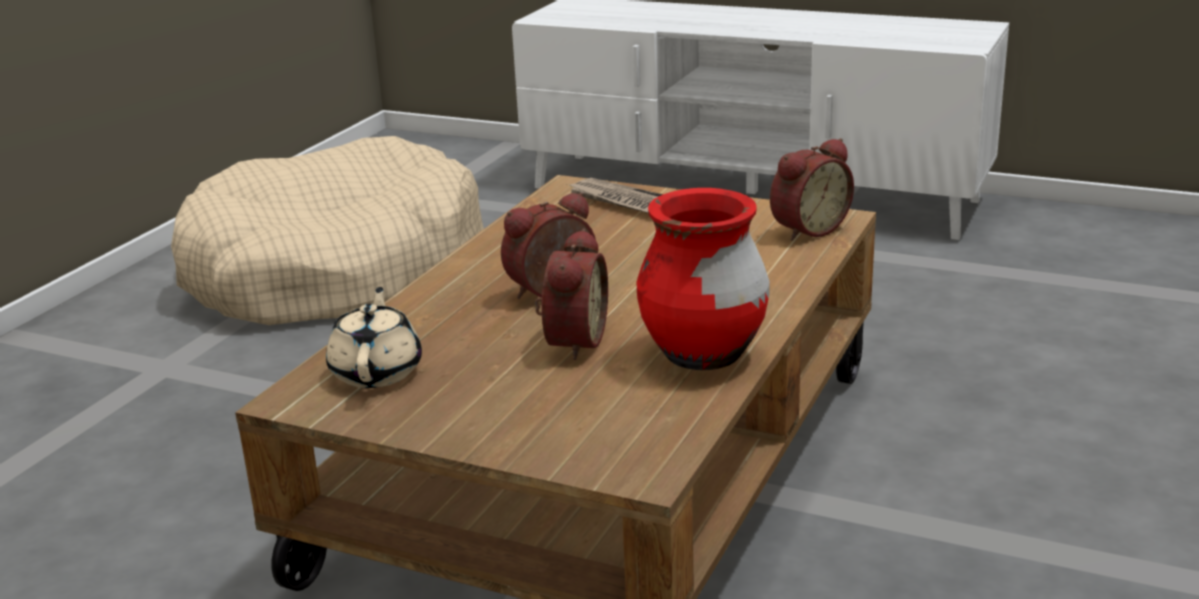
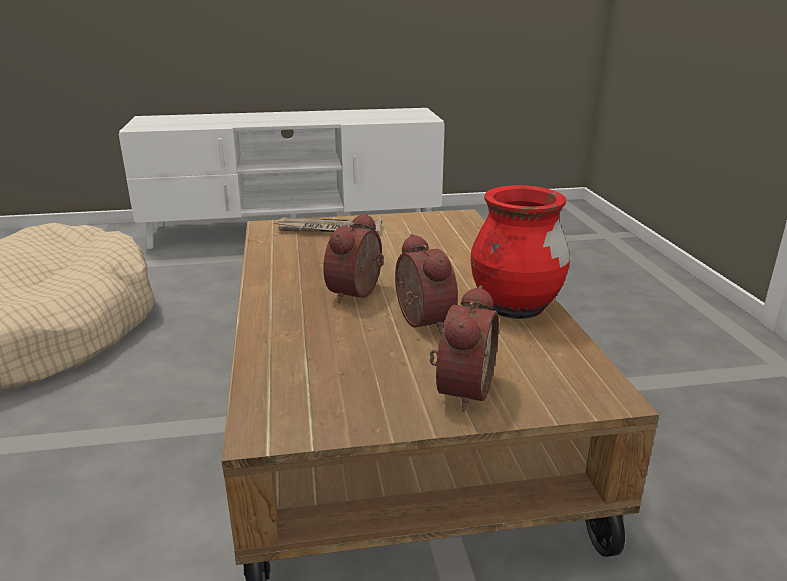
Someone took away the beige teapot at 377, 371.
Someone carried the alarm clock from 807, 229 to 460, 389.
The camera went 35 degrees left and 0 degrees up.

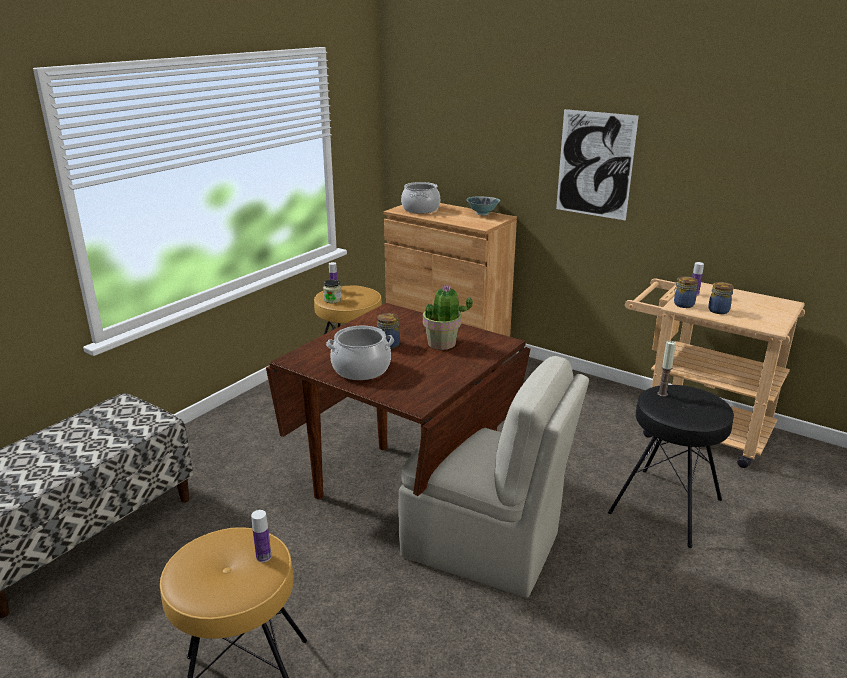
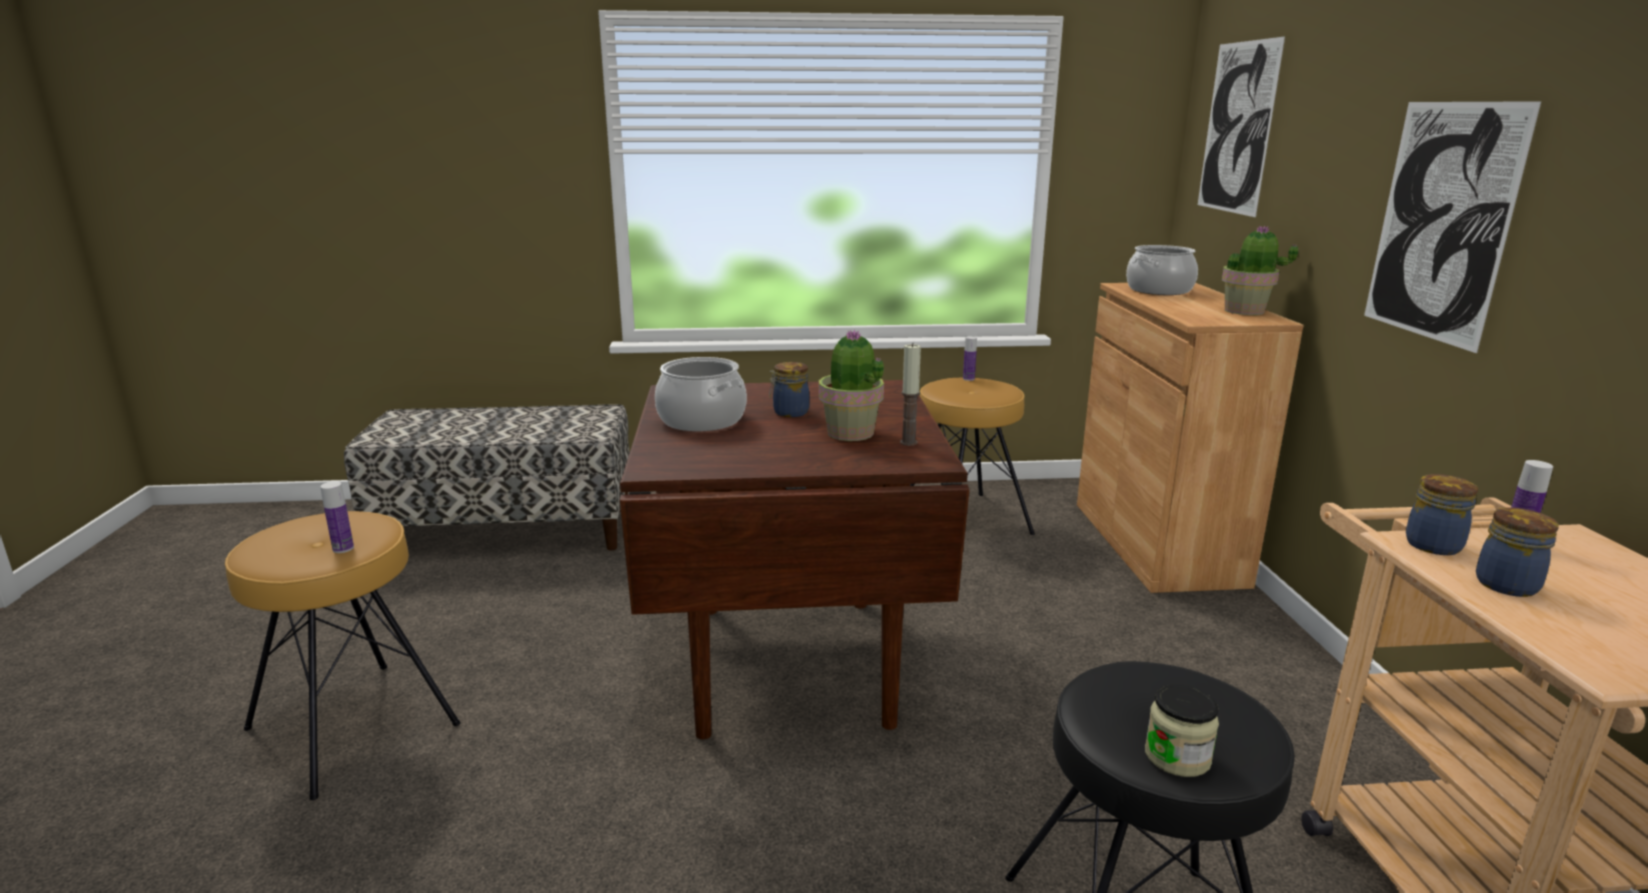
Someone took away the beige chair at 485, 546.
Someone put up the picture at 1237, 128.
Someone carried the jar from 332, 300 to 1177, 757.
Someone carried the candle from 662, 394 to 908, 442.
Someone swapped the bowl at 482, 214 for the potted plant at 1245, 311.
The camera went 50 degrees right and 5 degrees down.

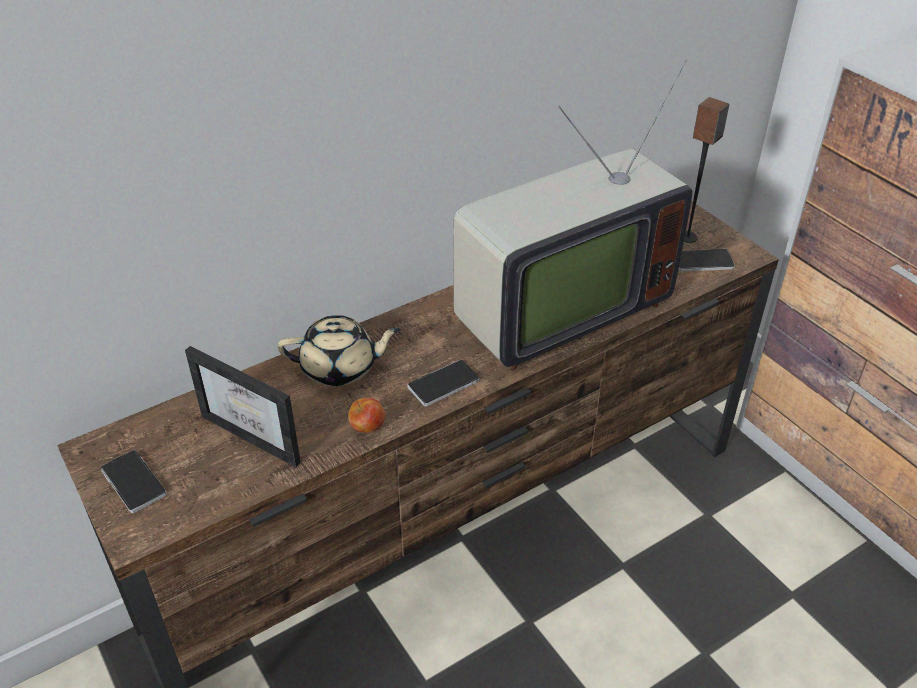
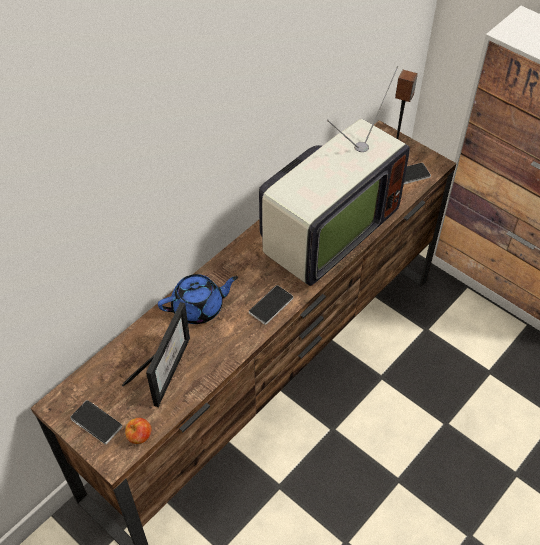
Someone carried the apple from 367, 428 to 140, 437.
Someone repainted the beige teapot at 340, 368, which became the blue teapot at 199, 308.
Someone rotated the picture frame at 260, 432 by 90 degrees counterclockwise.
The camera went 15 degrees left and 10 degrees up.

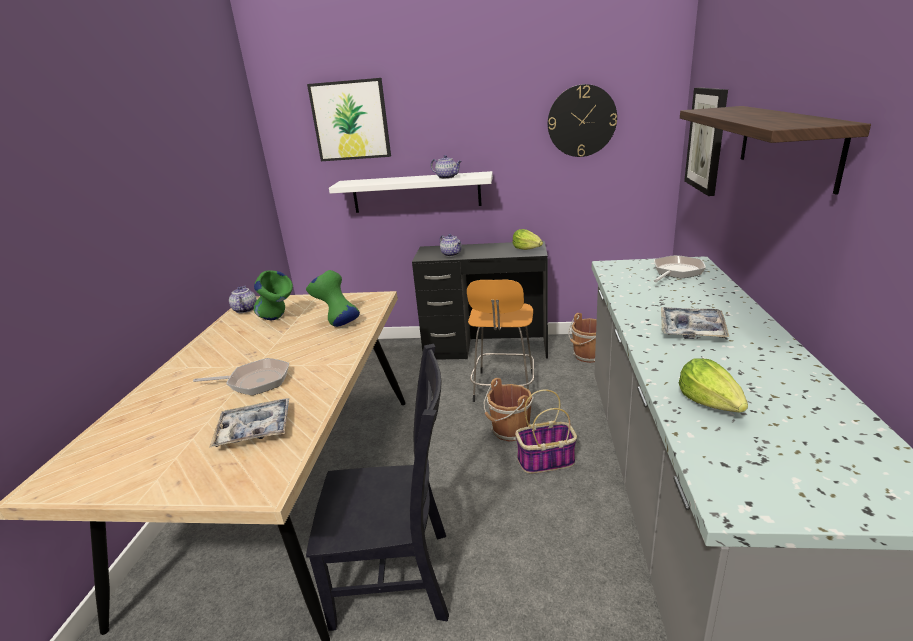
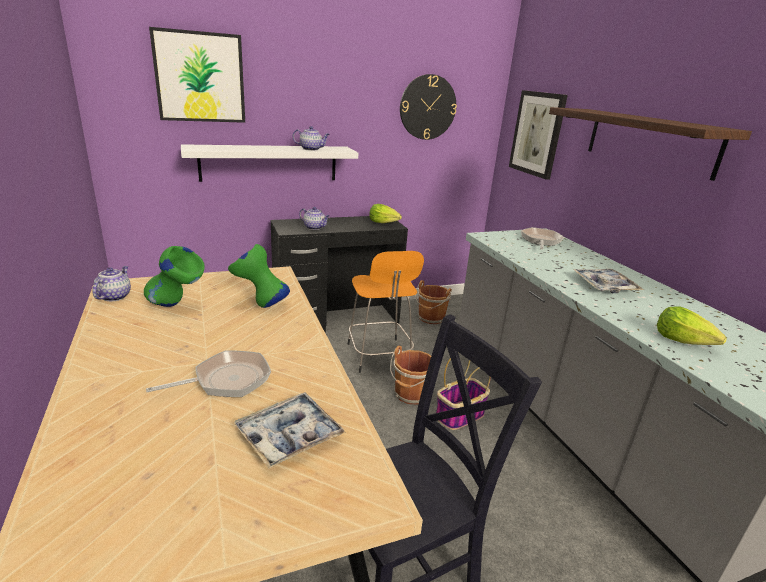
Someone rotated the teapot at 245, 309 by 45 degrees clockwise.
The camera went 30 degrees left and 0 degrees up.

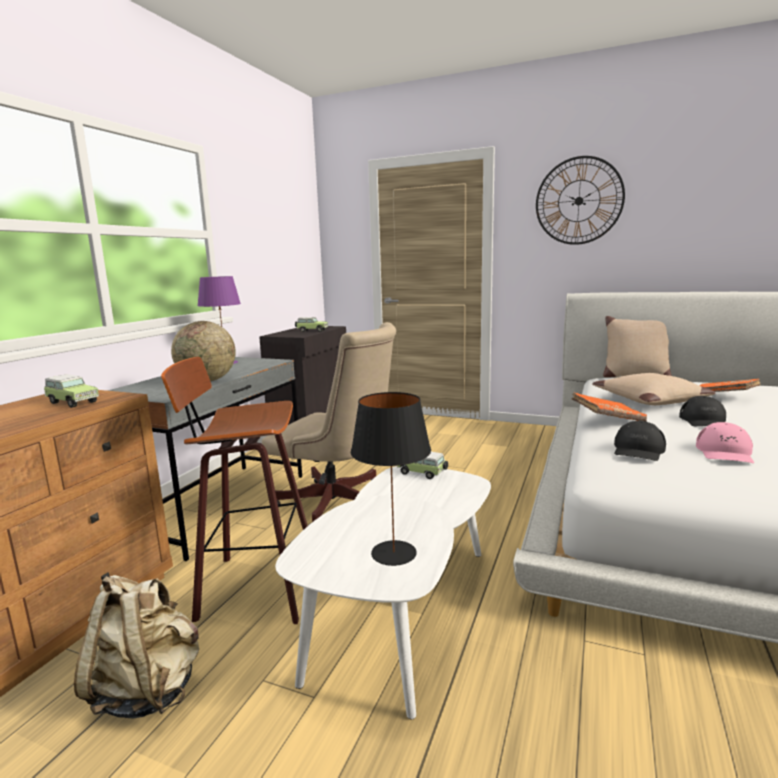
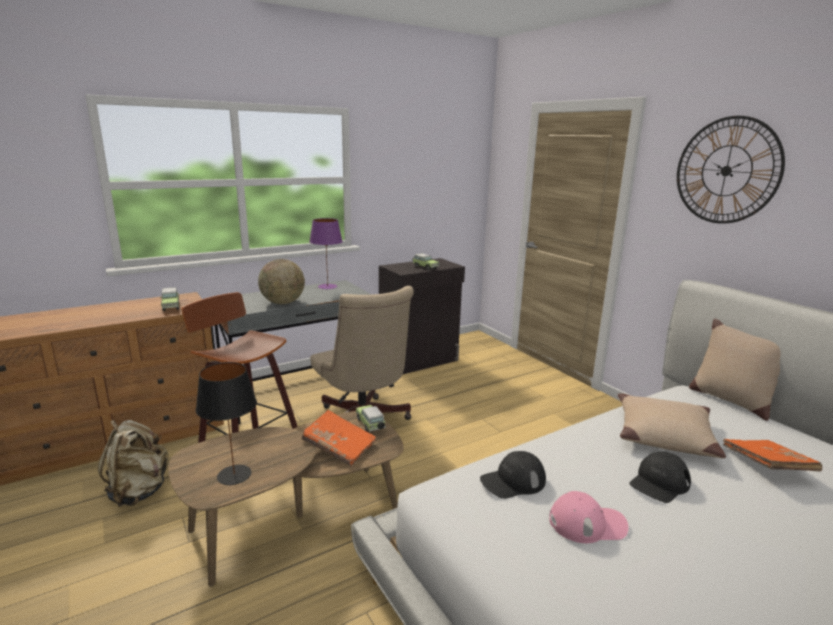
Someone carried the orange book from 607, 418 to 339, 447.
Someone repainted the white coffee table at 402, 608, which became the brown coffee table at 297, 518.
Someone rotated the pink cap at 725, 452 by 150 degrees counterclockwise.
The camera went 35 degrees right and 5 degrees up.

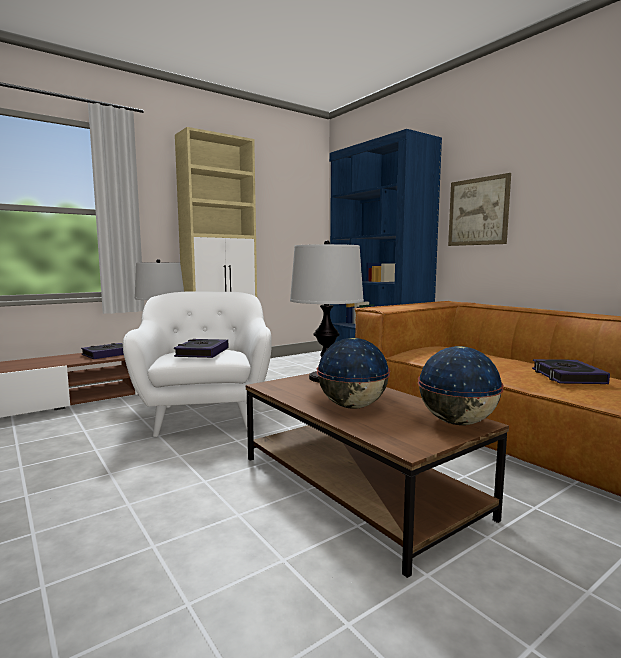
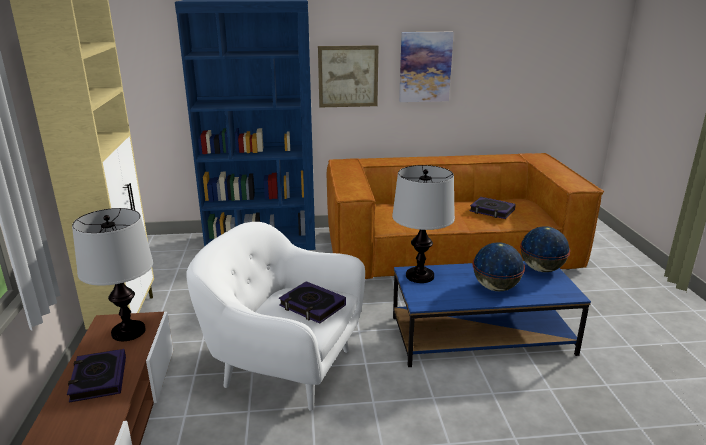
Someone put up the picture at 425, 67.
Someone repainted the brown coffee table at 358, 485, which became the blue coffee table at 480, 335.
The camera went 60 degrees left and 15 degrees up.

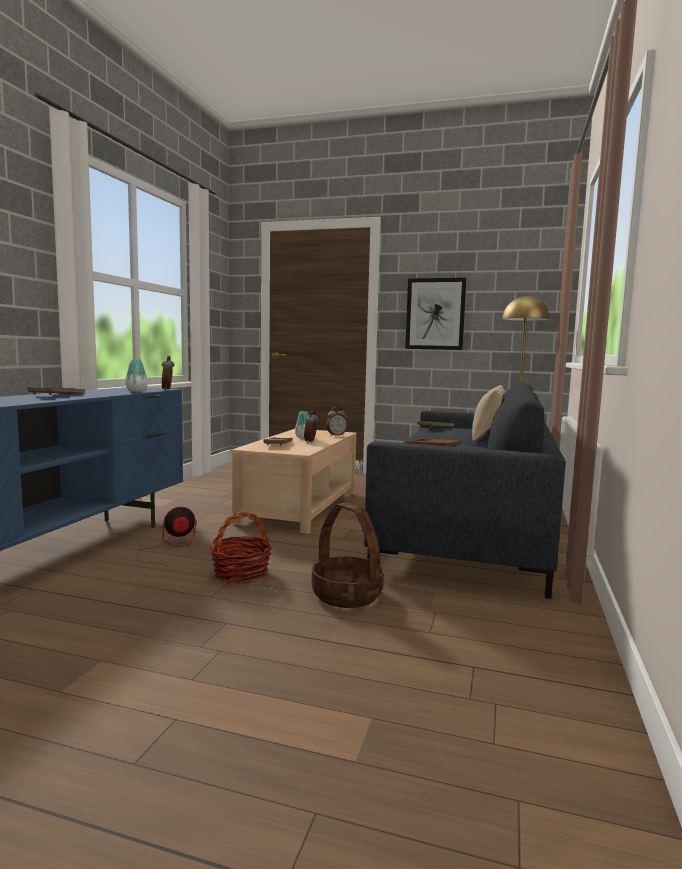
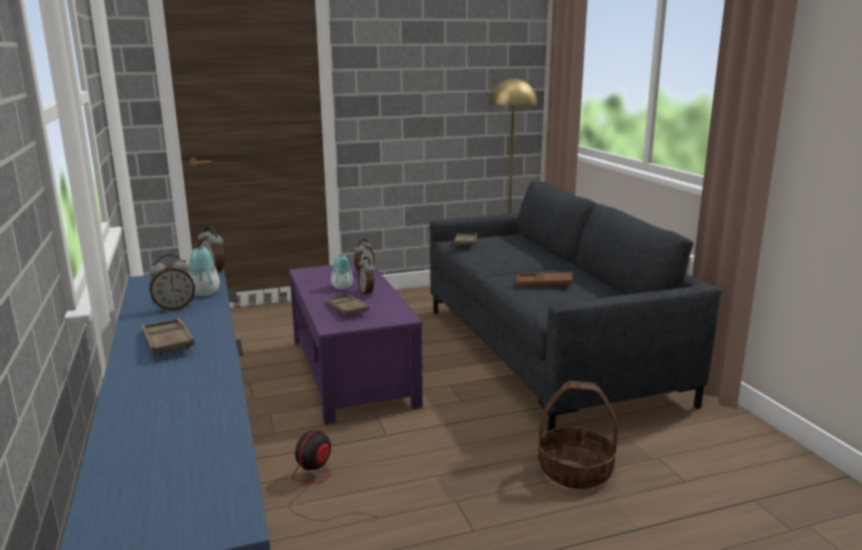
Someone took away the basket at 241, 573.
Someone took away the picture at 435, 314.
Someone took away the beige pillow at 487, 434.
Someone put down the alarm clock at 174, 308.
Someone repainted the beige coffee table at 301, 508, which became the purple coffee table at 354, 372.
The camera went 35 degrees left and 10 degrees up.

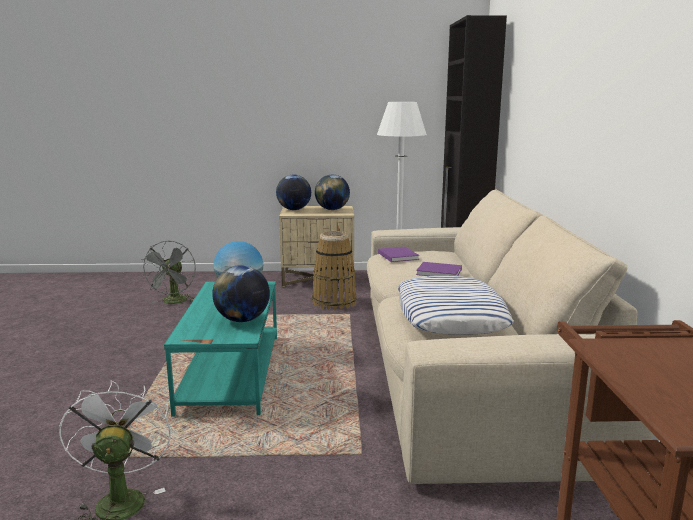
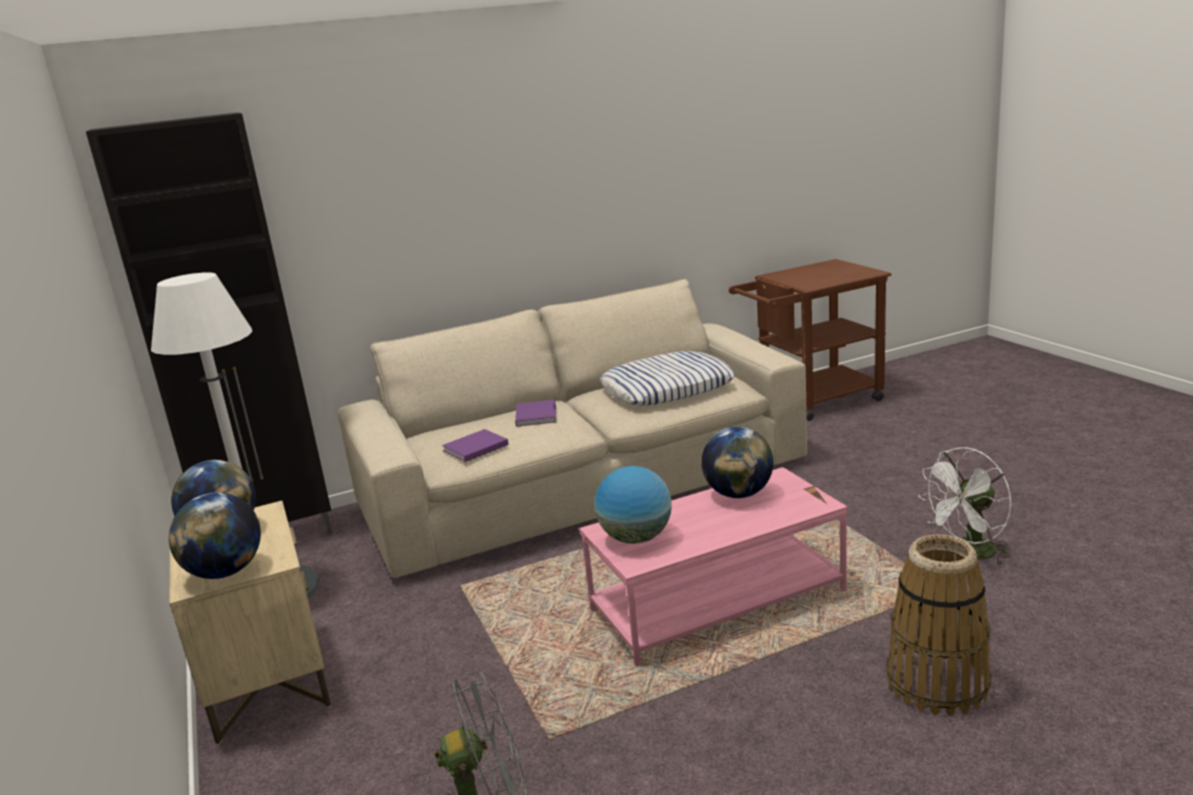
Someone carried the basket from 334, 302 to 937, 683.
Someone repainted the turquoise coffee table at 232, 373, which became the pink coffee table at 718, 600.
The camera went 110 degrees left and 5 degrees up.

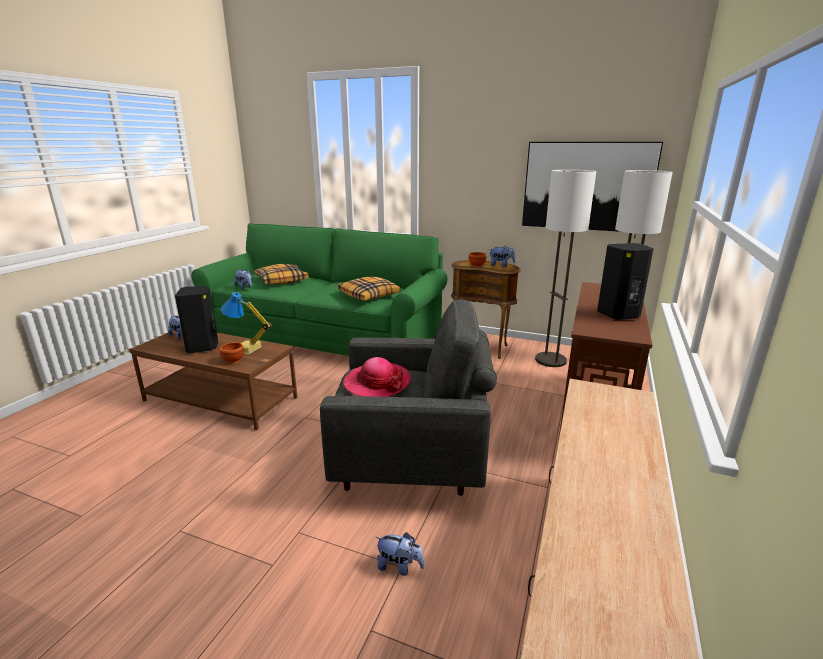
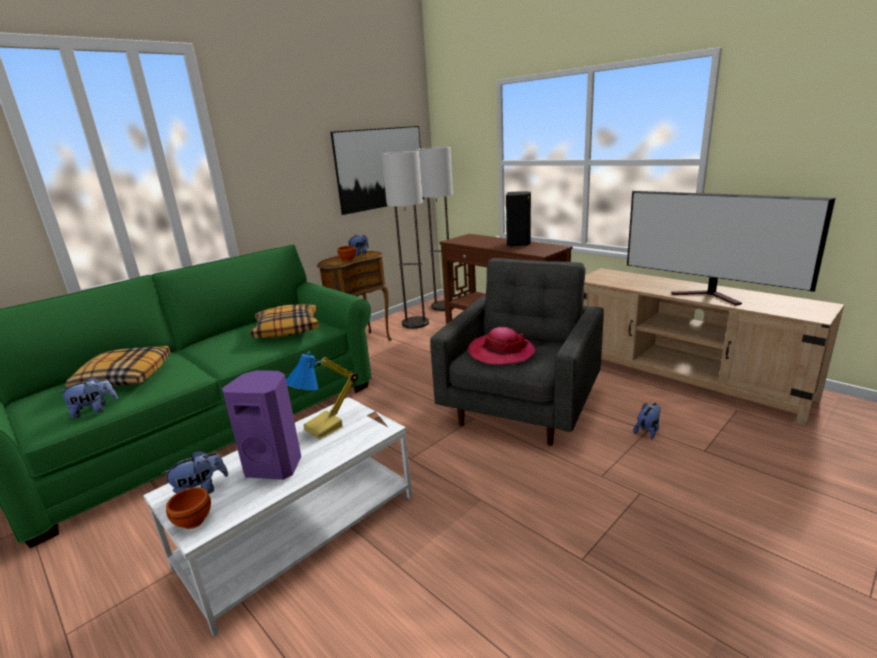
Someone put down the television at 710, 296.
Someone carried the brown bowl from 233, 361 to 195, 521.
Someone repainted the brown coffee table at 221, 399, which became the white coffee table at 300, 530.
Someone repainted the black speaker at 203, 347, which became the purple speaker at 275, 466.
The camera went 65 degrees left and 0 degrees up.

